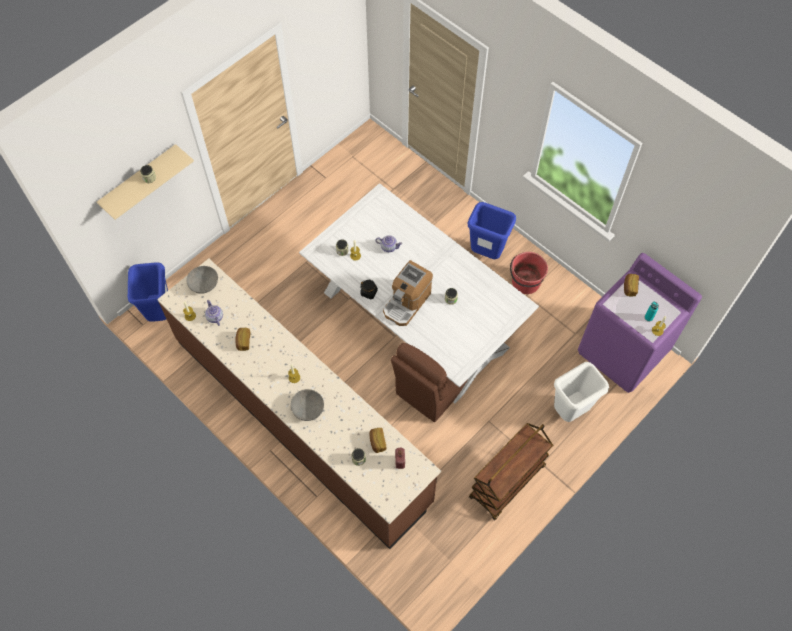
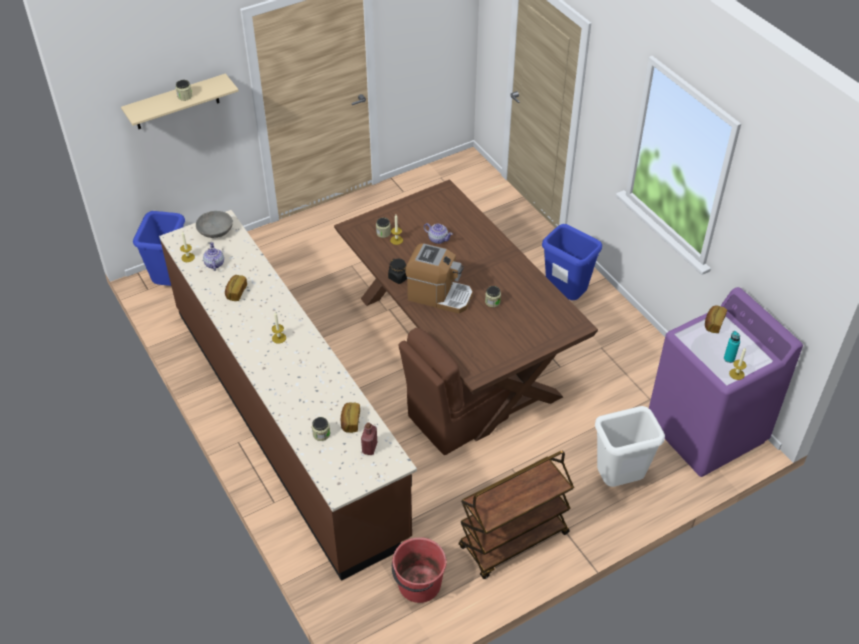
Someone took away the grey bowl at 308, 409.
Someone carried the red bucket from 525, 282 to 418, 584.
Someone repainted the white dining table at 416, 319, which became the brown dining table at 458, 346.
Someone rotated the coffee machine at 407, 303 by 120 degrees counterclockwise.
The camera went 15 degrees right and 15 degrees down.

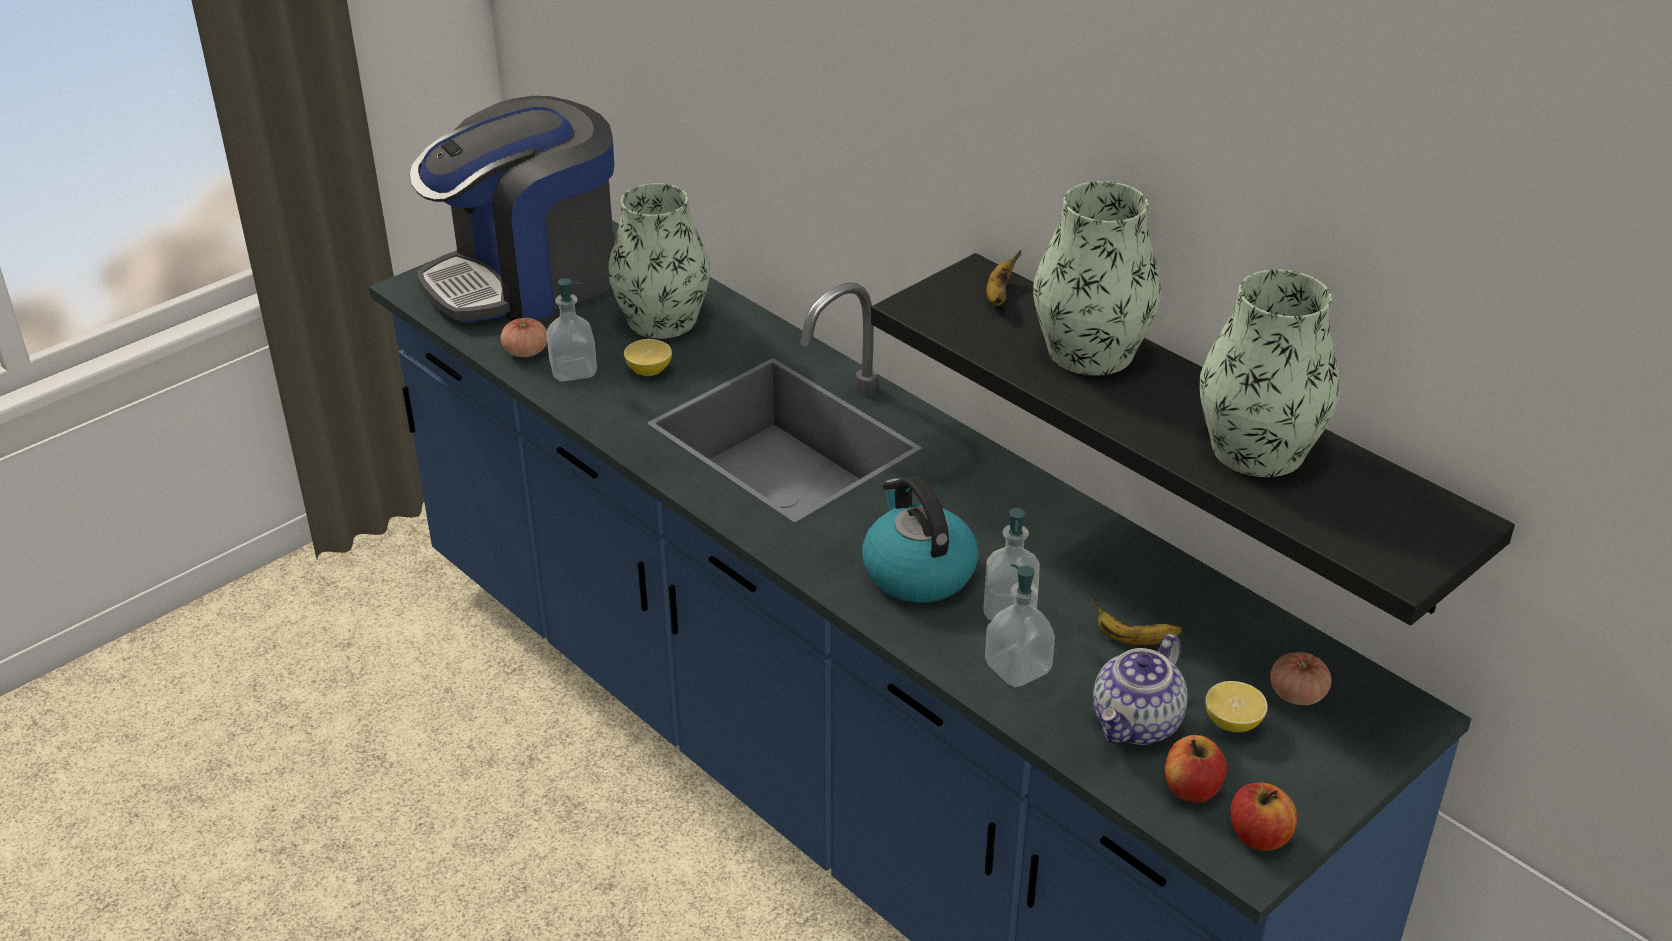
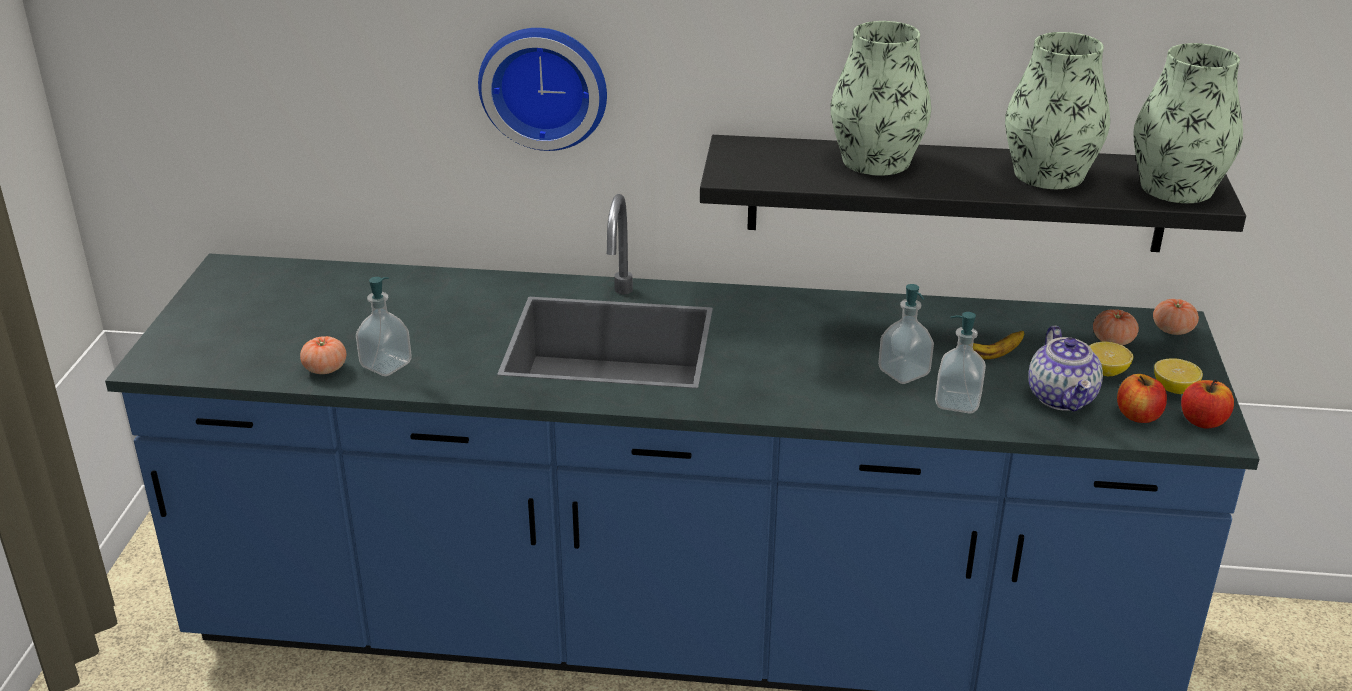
Someone took away the coffee machine at 527, 280.
Someone took away the kettle at 917, 571.
Someone took away the banana at 998, 295.
Someone put up the wall clock at 544, 85.
Someone put down the tomato at 1172, 330.
Someone carried the vase from 662, 320 to 1176, 188.
Someone carried the lemon from 649, 370 to 1174, 389.
The camera went 40 degrees left and 5 degrees down.

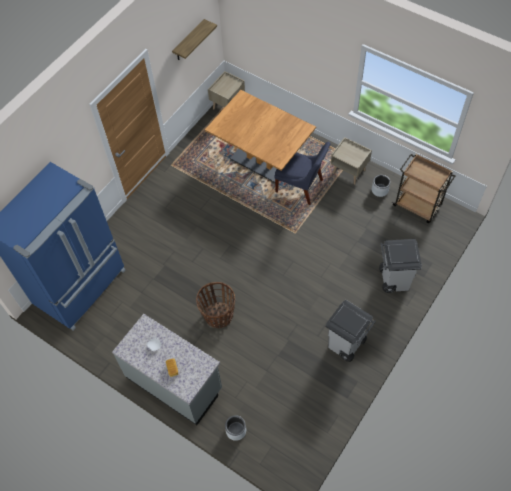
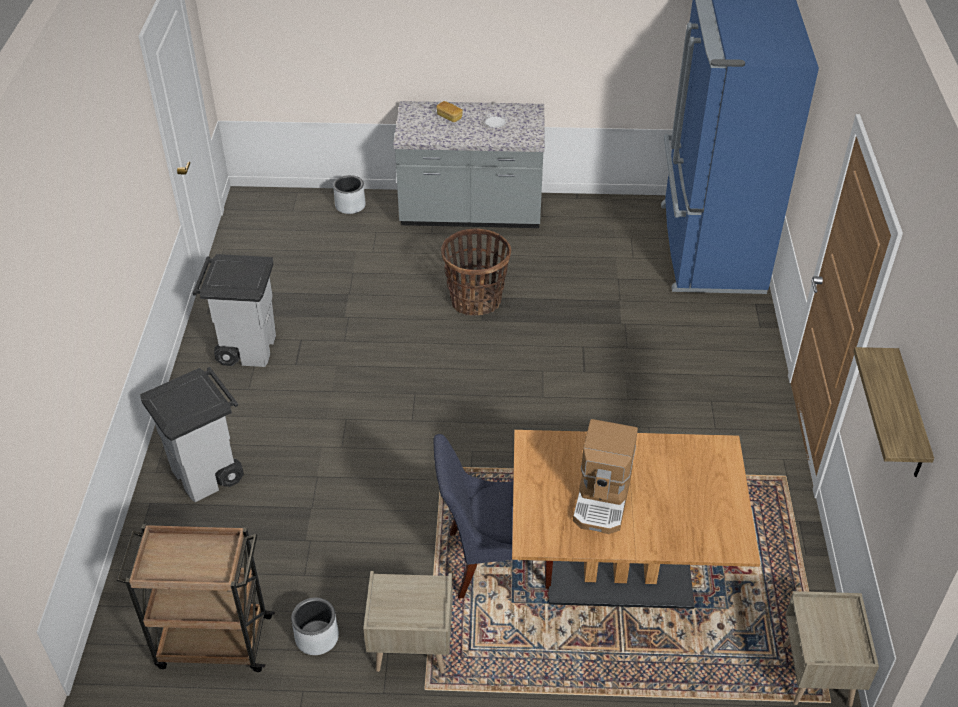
Someone put down the coffee machine at 603, 498.
The camera went 145 degrees right and 15 degrees down.

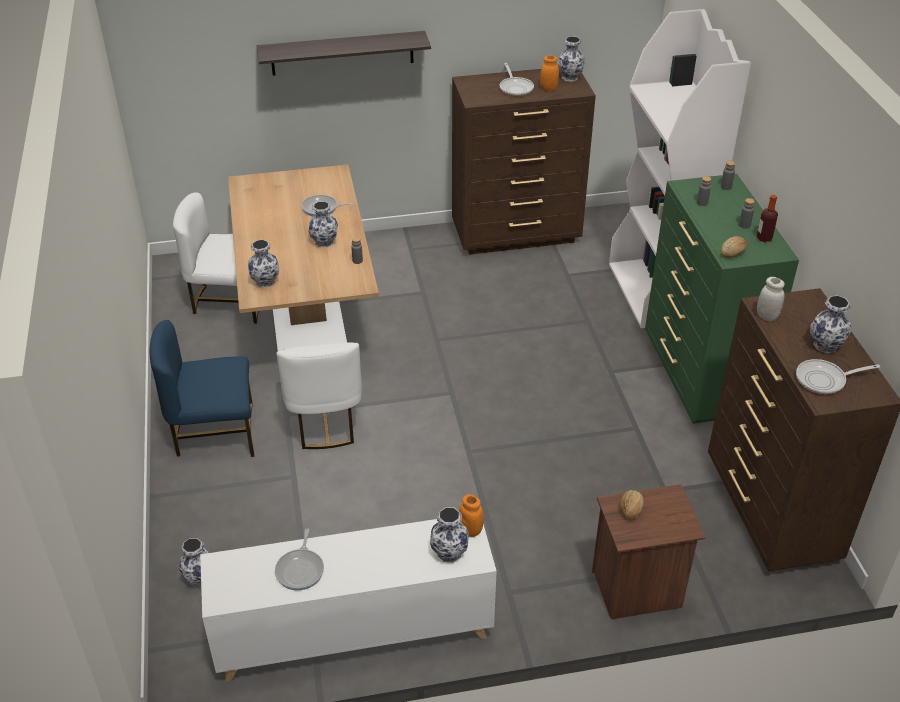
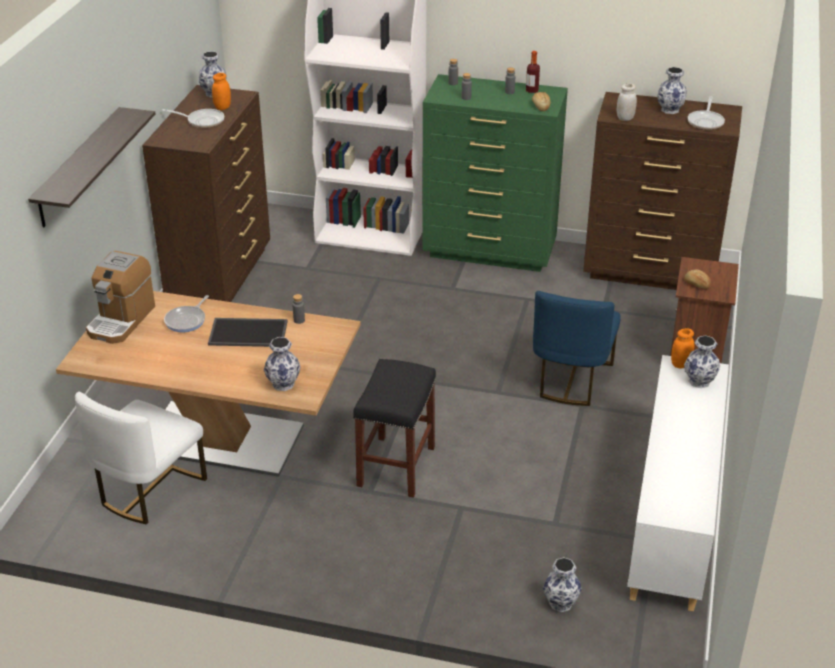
Someone took away the frying pan at 301, 569.
Someone put down the coffee machine at 121, 320.
Someone carried the blue chair from 215, 433 to 570, 379.
Someone swapped the white chair at 324, 420 for the black stool at 396, 467.
Someone swapped the vase at 325, 242 for the tray at 249, 332.
The camera went 65 degrees left and 5 degrees down.

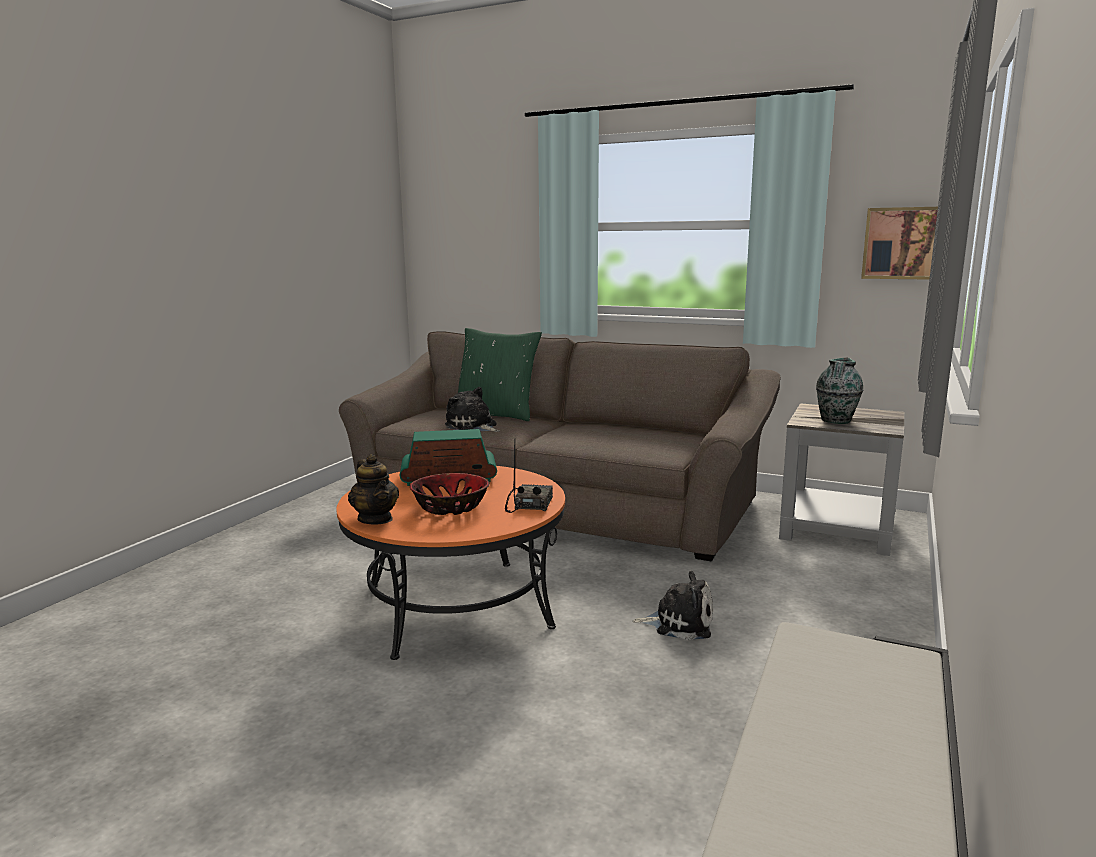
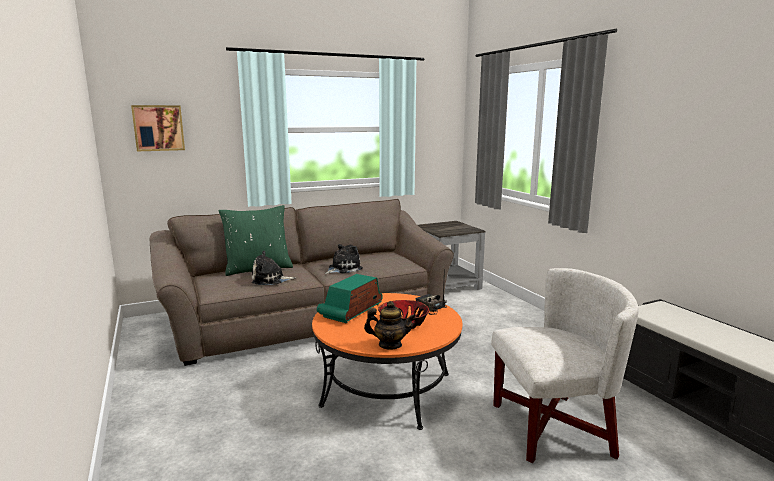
Someone took away the vase at 835, 421.
Someone put down the white armchair at 552, 428.
Someone carried the plush toy from 679, 623 to 343, 268.
Someone carried the picture from 902, 243 to 158, 128.
The camera went 50 degrees left and 0 degrees up.

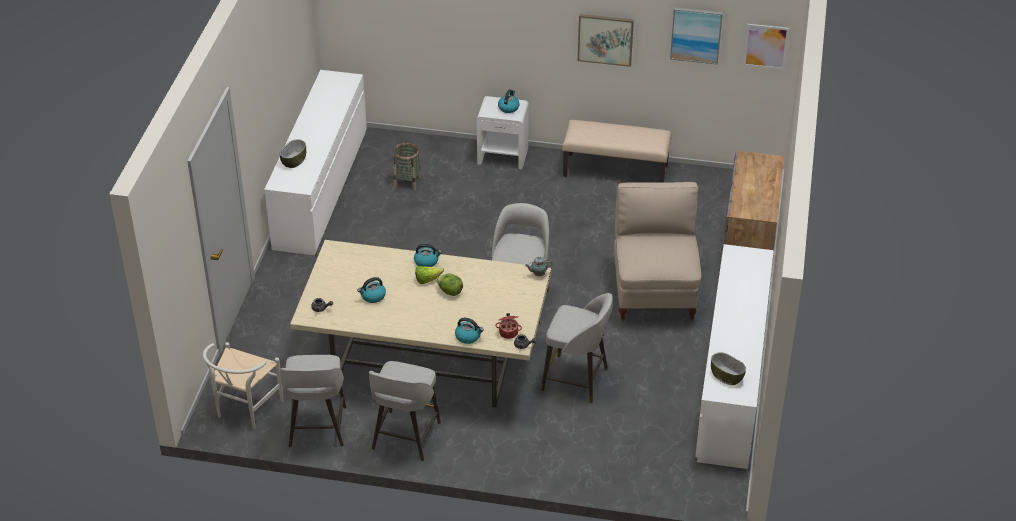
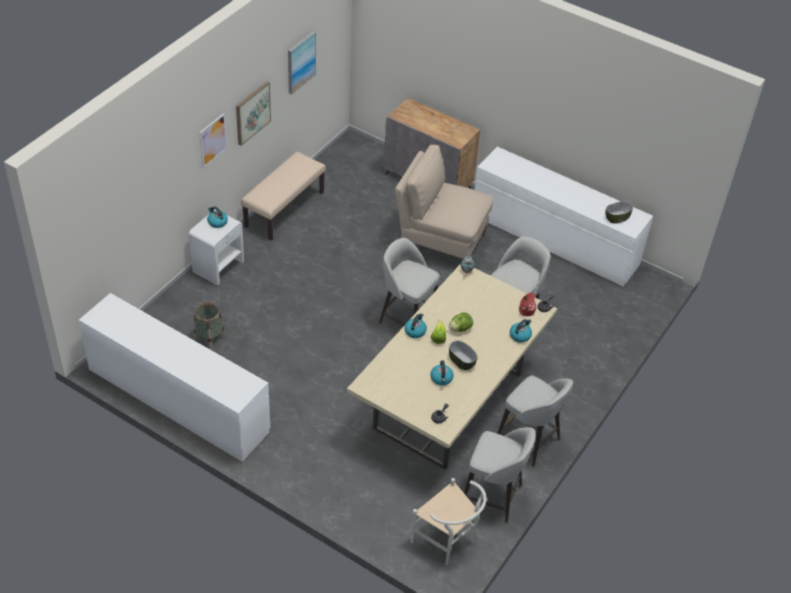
Someone carried the bowl from 294, 160 to 461, 361.
Someone carried the picture from 766, 46 to 213, 140.
The camera went 70 degrees left and 5 degrees up.

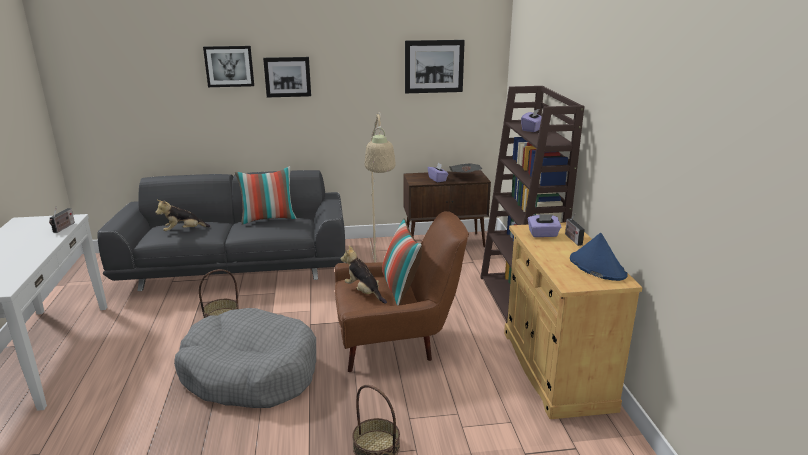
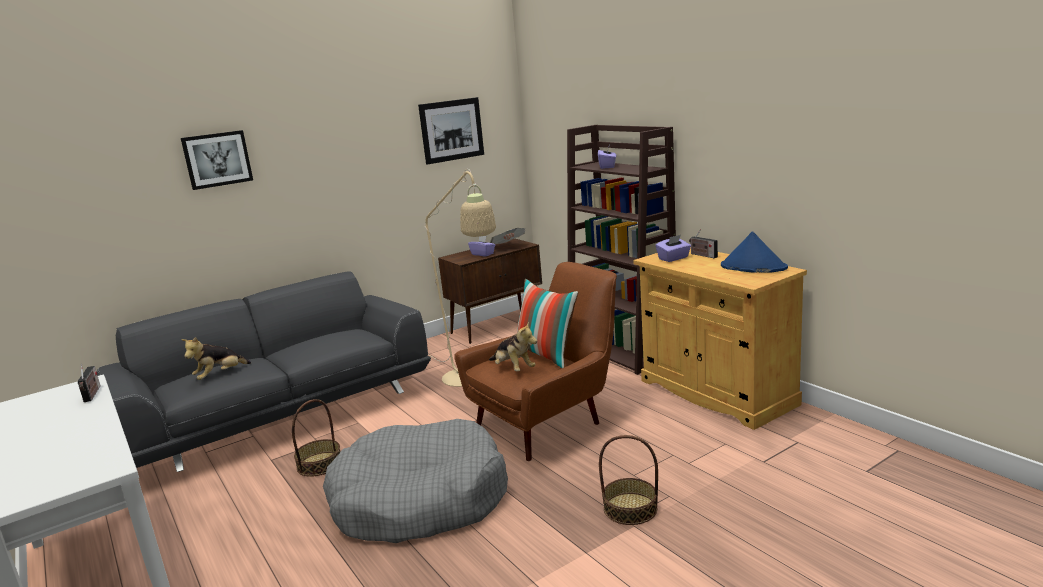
Someone took away the pillow at 268, 219.
Someone took away the picture at 287, 77.
Someone rotated the plush toy at 364, 292 by 150 degrees counterclockwise.
The camera went 25 degrees left and 5 degrees down.

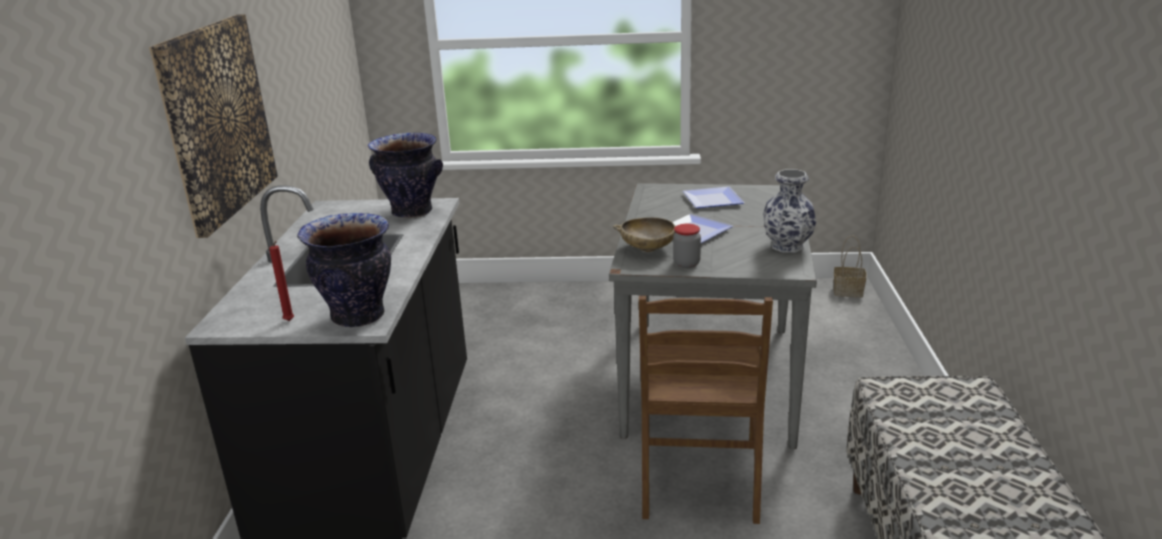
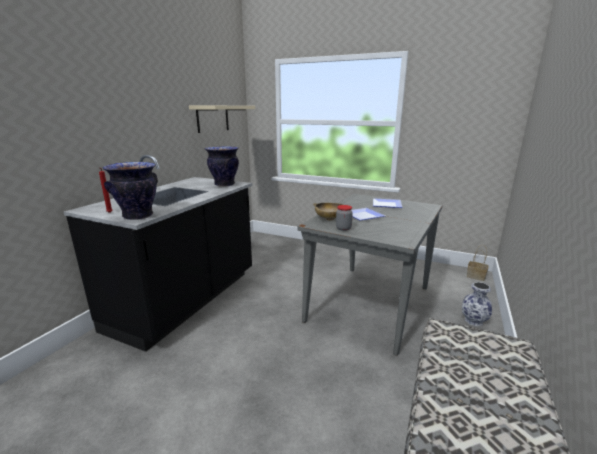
Someone took away the picture at 216, 120.
Someone took away the brown chair at 700, 479.
Someone put up the beige shelf at 212, 118.
Someone carried the vase from 787, 246 to 474, 321.
The camera went 20 degrees right and 5 degrees down.

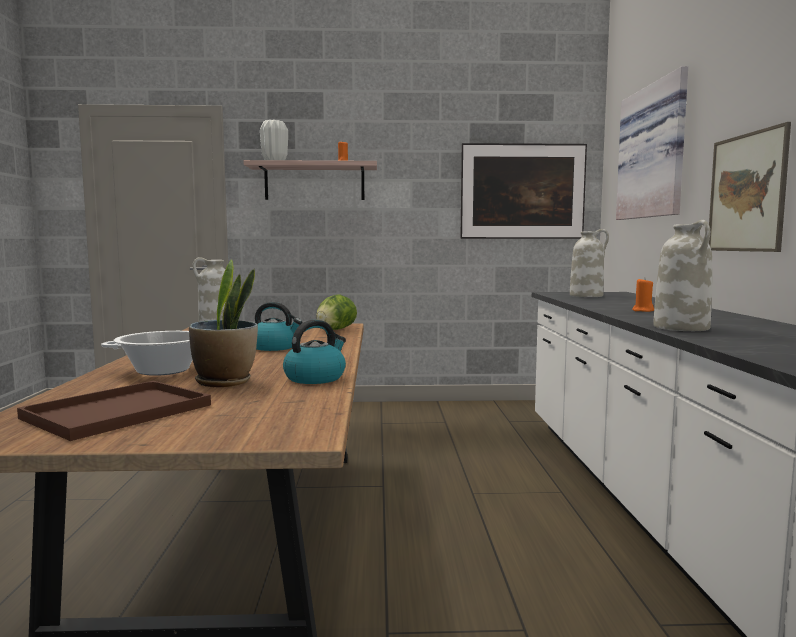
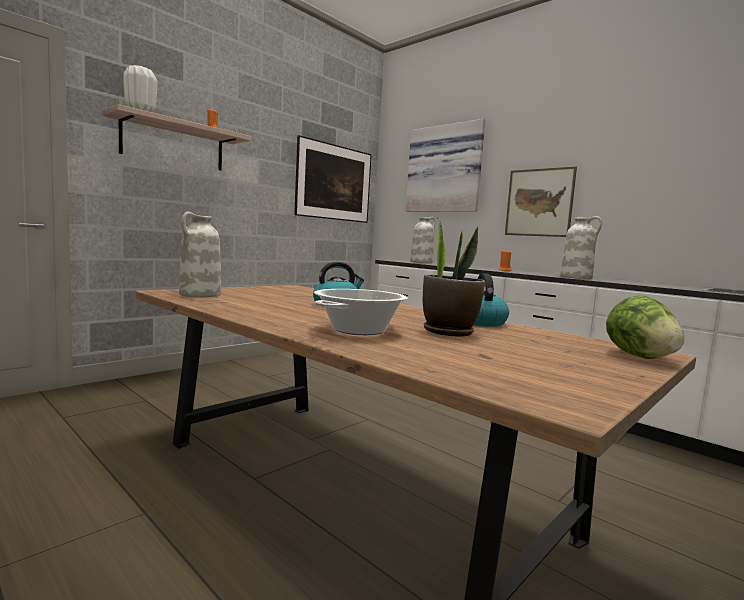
Someone took away the brown tray at 120, 410.
Someone carried the lettuce from 335, 329 to 640, 357.
The camera went 45 degrees left and 0 degrees up.

